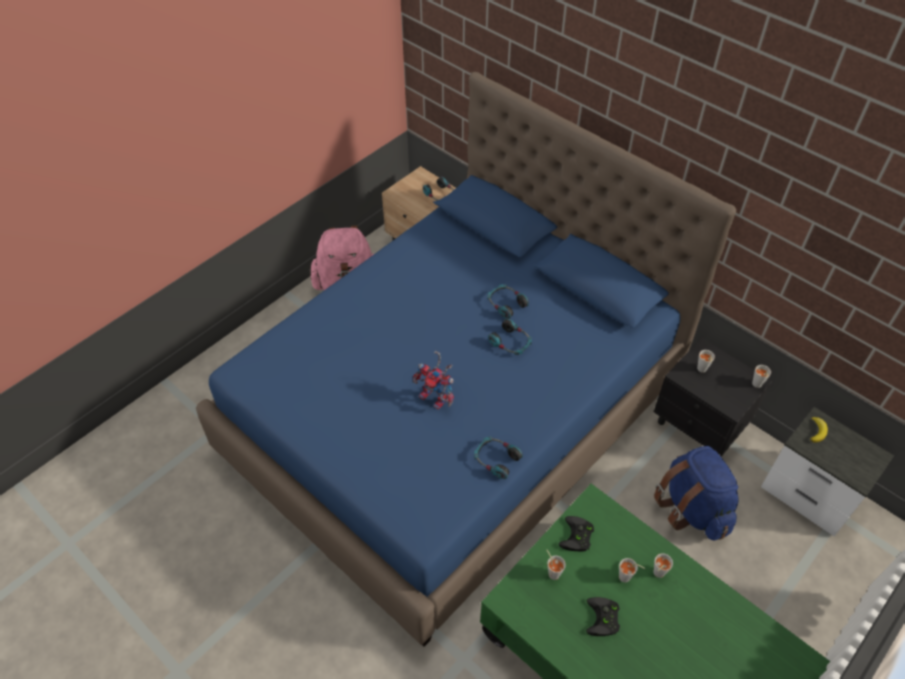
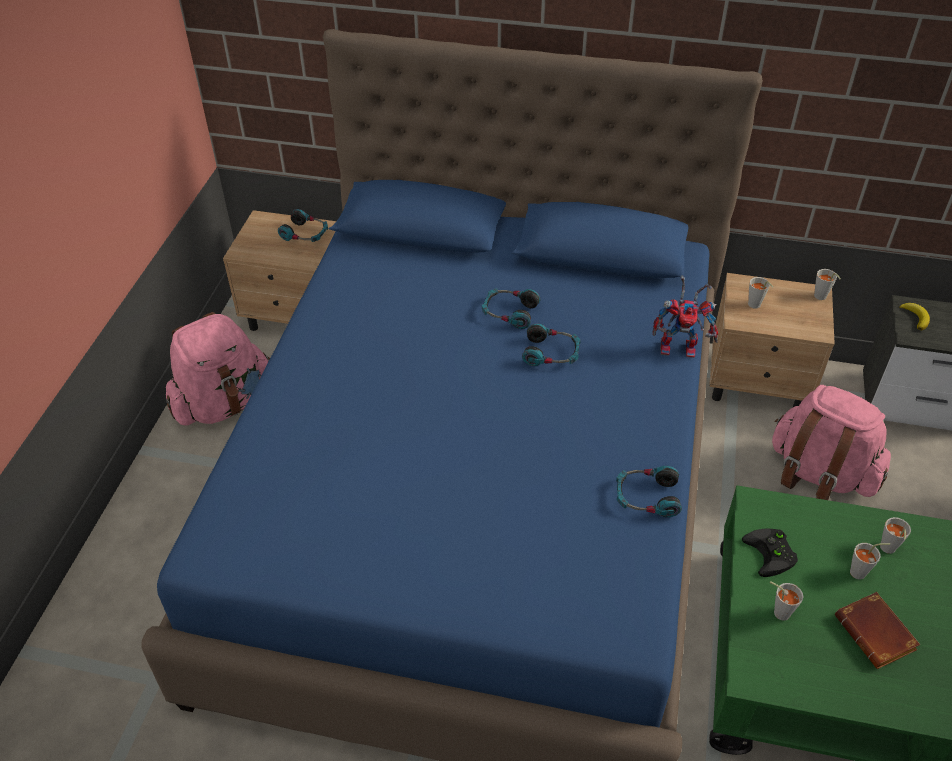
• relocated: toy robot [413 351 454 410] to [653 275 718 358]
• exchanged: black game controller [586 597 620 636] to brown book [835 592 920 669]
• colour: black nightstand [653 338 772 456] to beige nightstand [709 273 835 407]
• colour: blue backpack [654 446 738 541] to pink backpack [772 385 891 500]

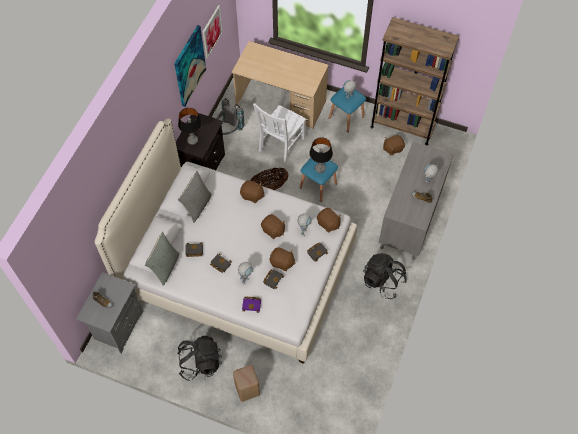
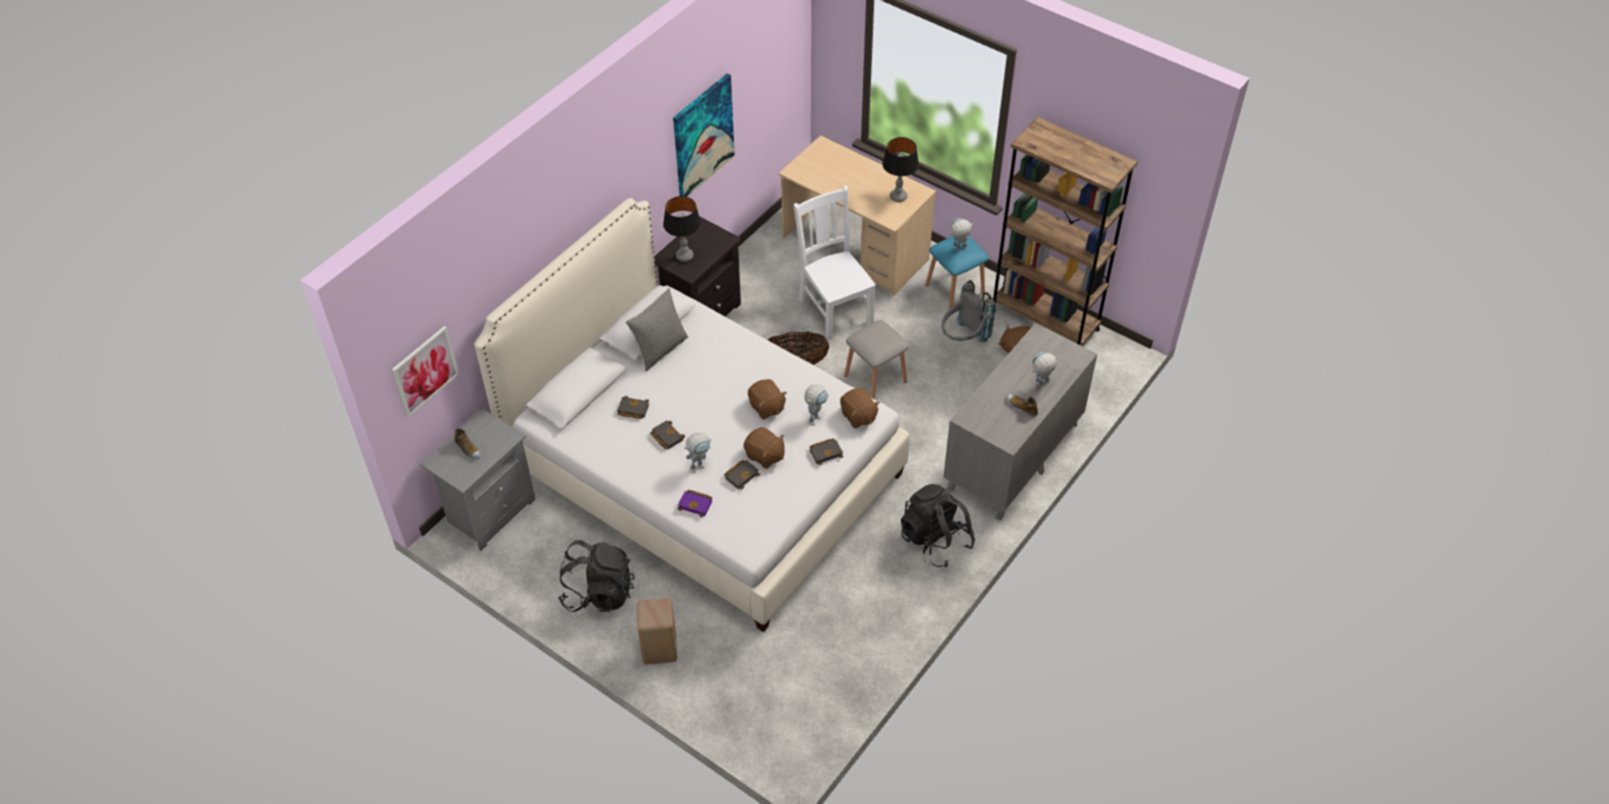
• missing: grey pillow [145 232 179 286]
• missing: brown plush toy [240 180 265 203]
• relocated: picture [202 5 223 59] to [392 326 459 417]
• relocated: grey backpack [216 98 245 135] to [942 280 996 342]
• relocated: table lamp [309 137 333 173] to [882 137 919 202]
• colour: blue stool [300 158 338 202] to grey stool [844 320 909 399]
• spun: white chair [253 103 306 165] = [793 185 876 341] 105 degrees clockwise

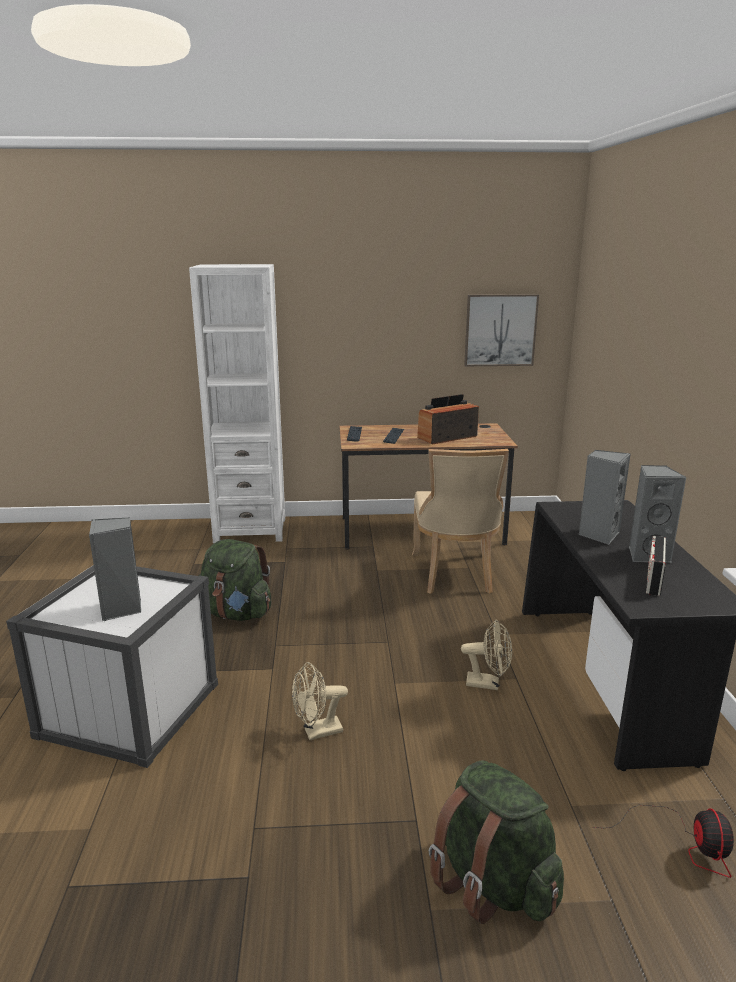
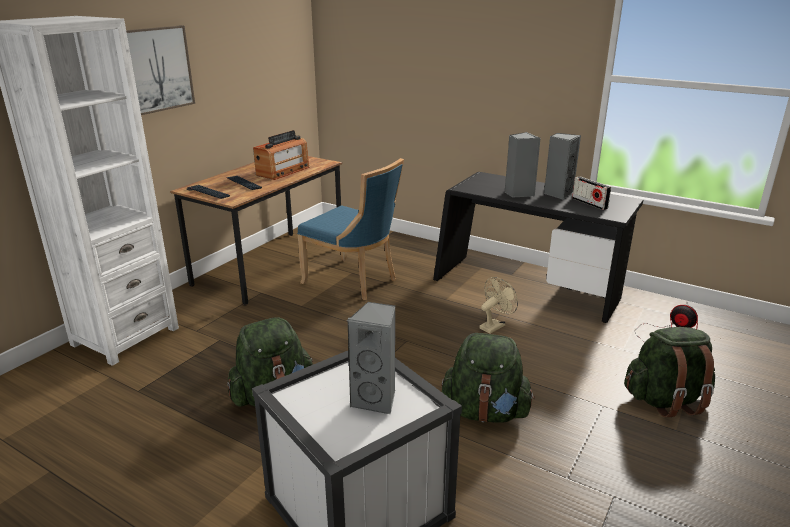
• relocated: picture [464 294 539 366] to [126 25 195 115]
• exchanged: beige fan [292 662 348 740] to green backpack [441 333 535 423]
• colour: beige chair [412 449 509 594] to blue chair [297 158 404 300]
• spun: radio [417 394 479 444] = [253 130 309 180] 150 degrees counterclockwise

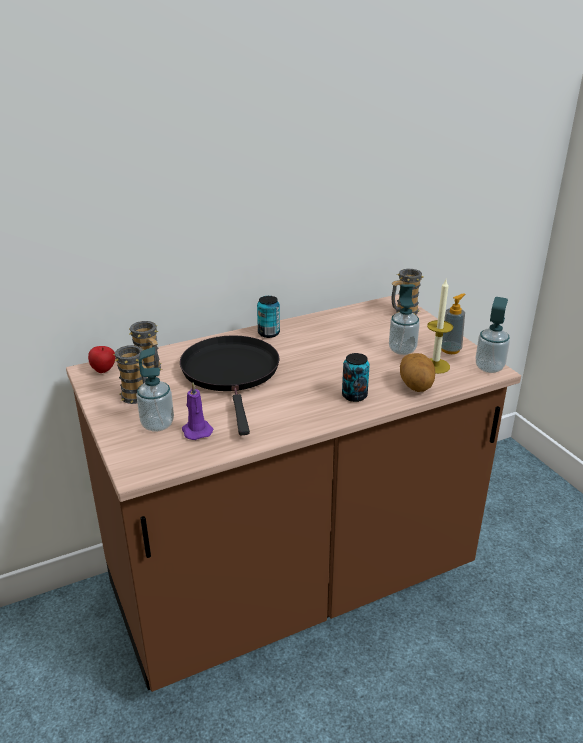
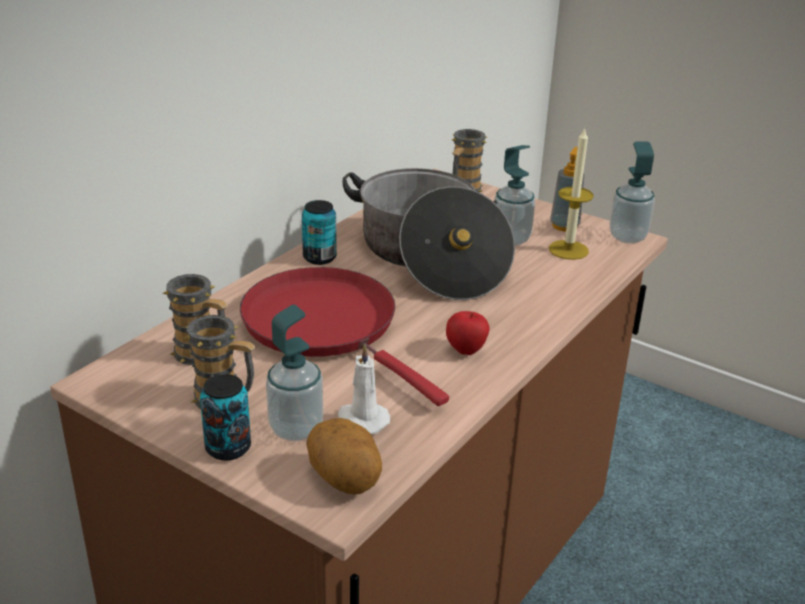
• appeared: cooking pot [343 168 515 300]
• relocated: apple [88 346 115 373] to [446 311 490 355]
• relocated: can [342 353 370 402] to [200 374 251 461]
• relocated: potato [400 353 435 392] to [306 418 382 495]
• colour: black frying pan [180 335 280 435] to red frying pan [240 267 449 406]
• colour: purple candle [182 383 213 440] to white candle [338 343 390 435]

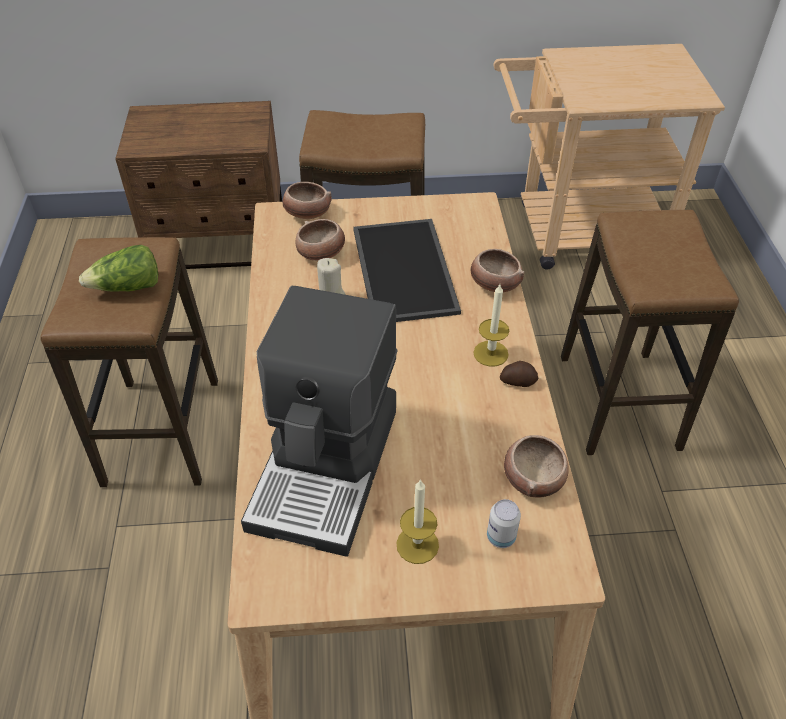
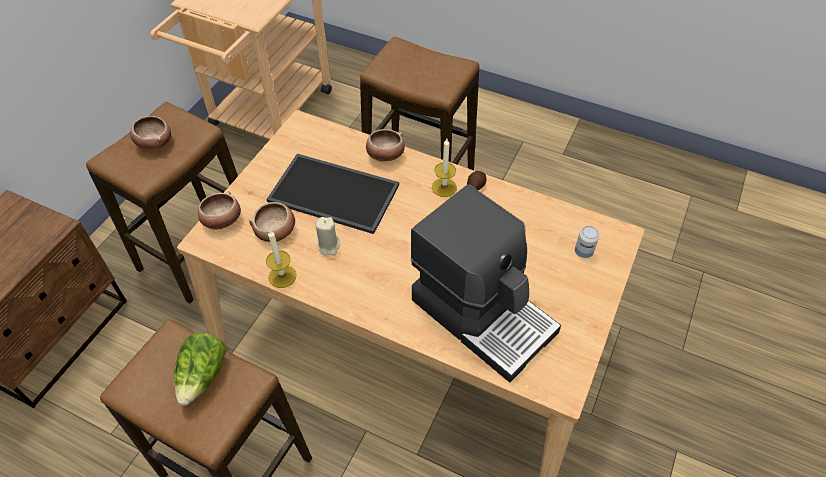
• relocated: candle [396 479 439 564] to [266 230 296 288]
• relocated: bowl [504 435 569 497] to [130 116 171 150]

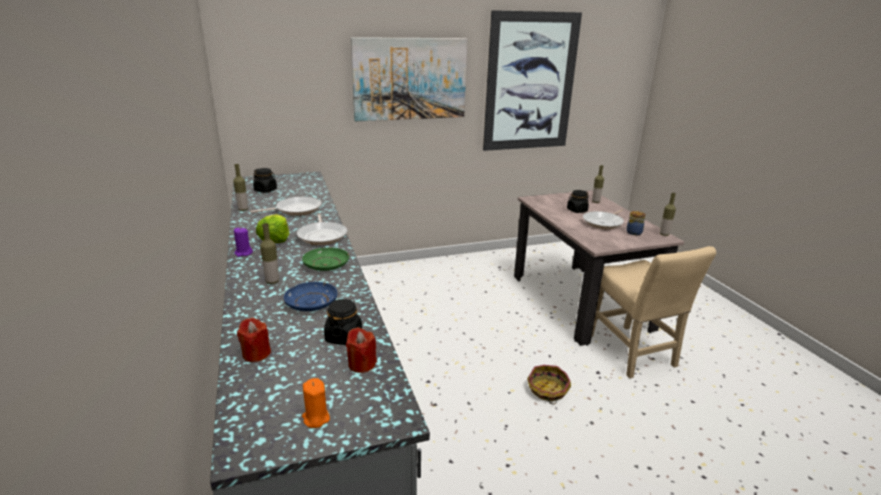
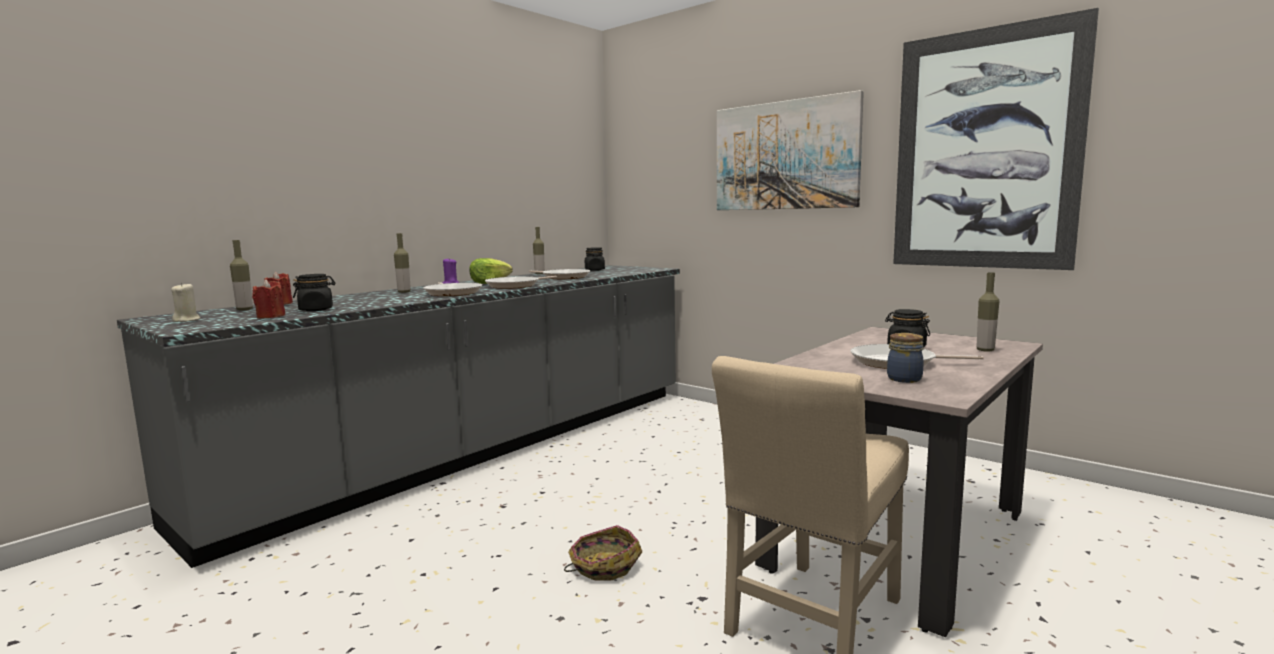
• missing: blue plate [284 282 338 311]
• relocated: bottle [660 193 676 236] to [230 240 253 310]
• exchanged: green plate [302 248 349 271] to frying pan [423 282 482 296]
• colour: orange candle [302 378 330 428] to beige candle [171 283 200 322]

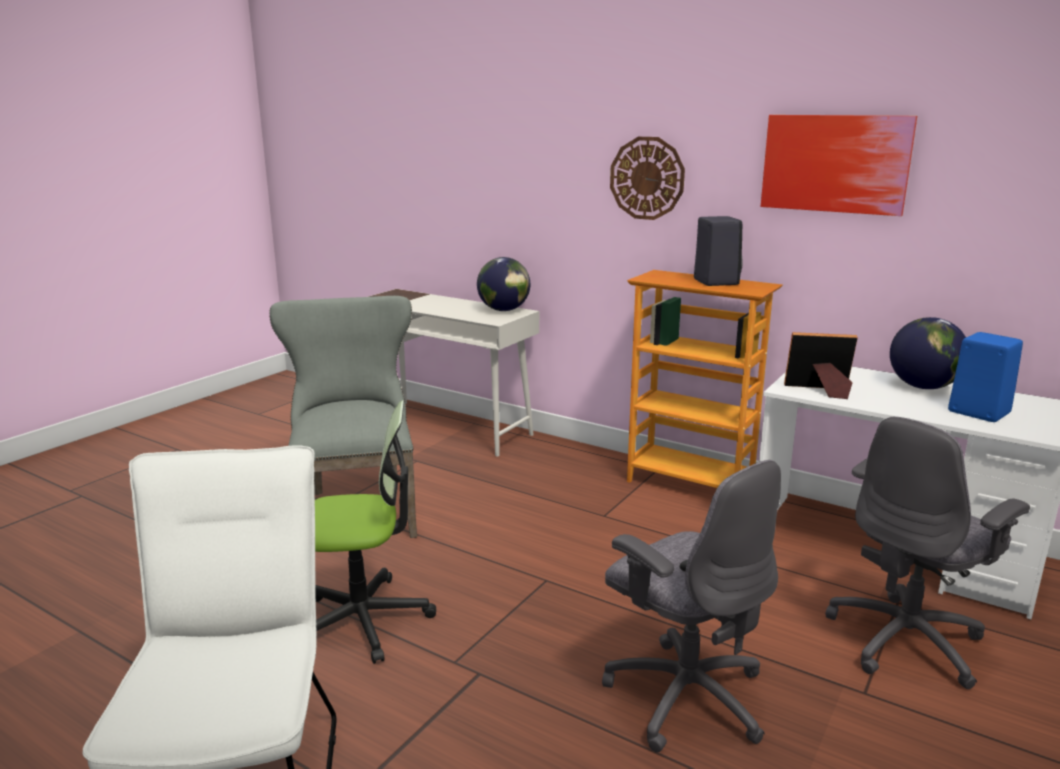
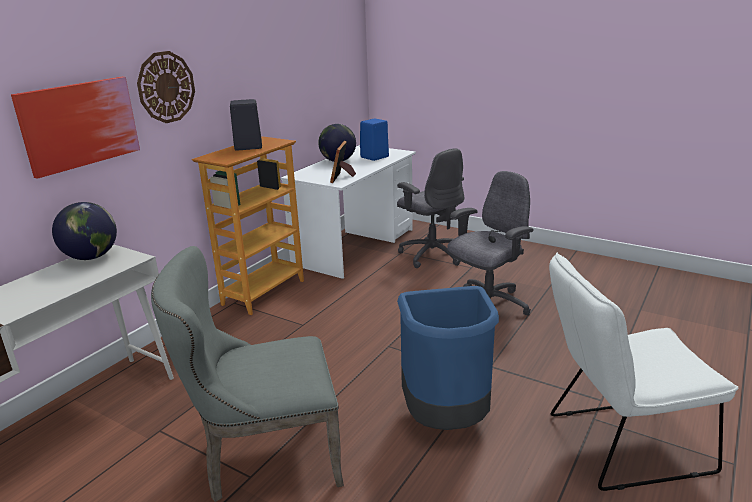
• relocated: picture [761 115 917 216] to [11 77 140 179]
• exchanged: office chair [315 400 436 664] to blue trash can [397 286 499 430]

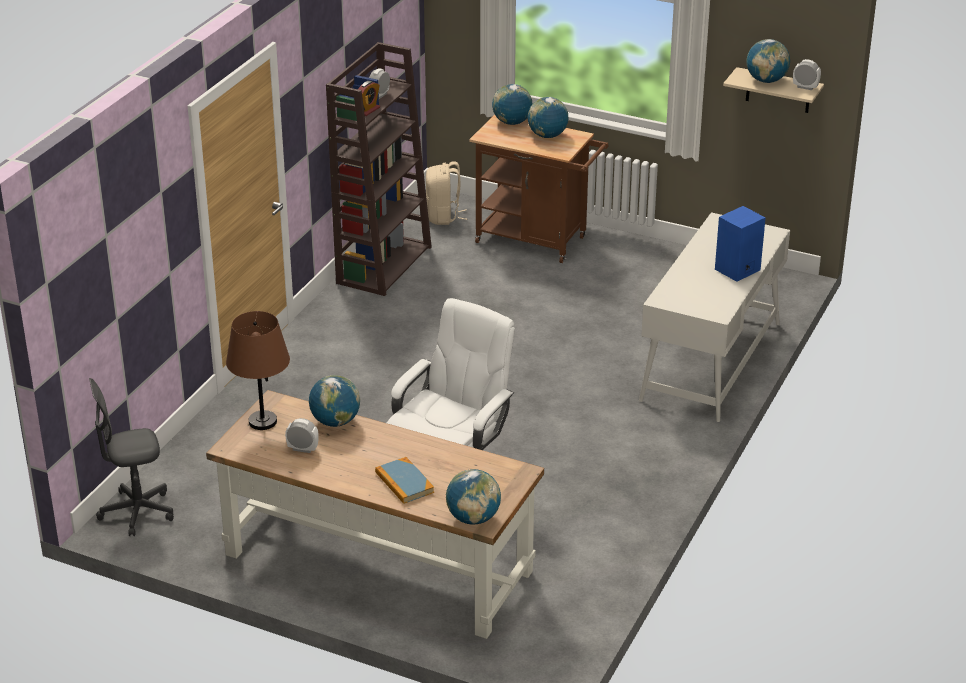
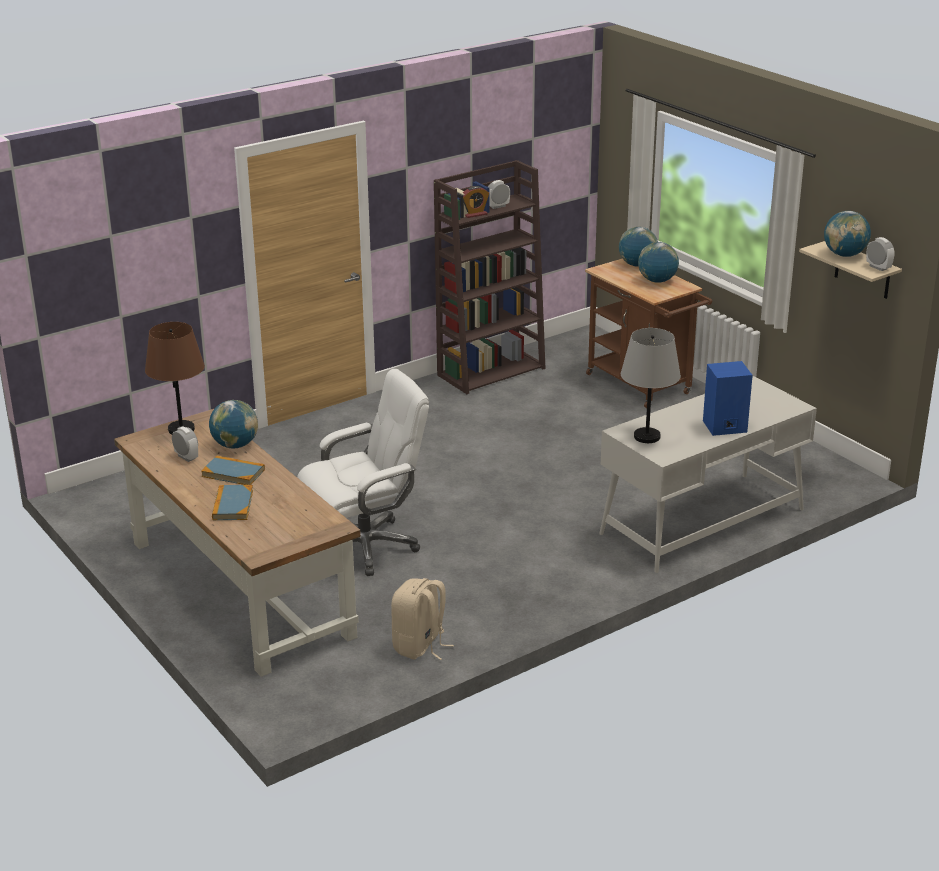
• missing: grey office chair [89 378 174 536]
• missing: globe [446 469 501 524]
• appeared: book [201 455 265 485]
• appeared: grey table lamp [621 328 681 443]
• relocated: beige backpack [426 161 467 225] to [391 578 454 660]

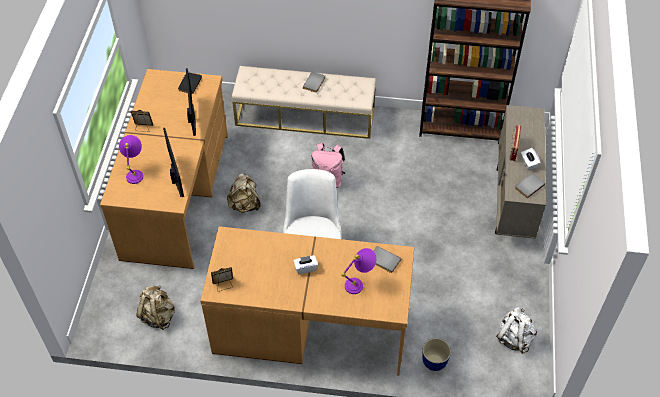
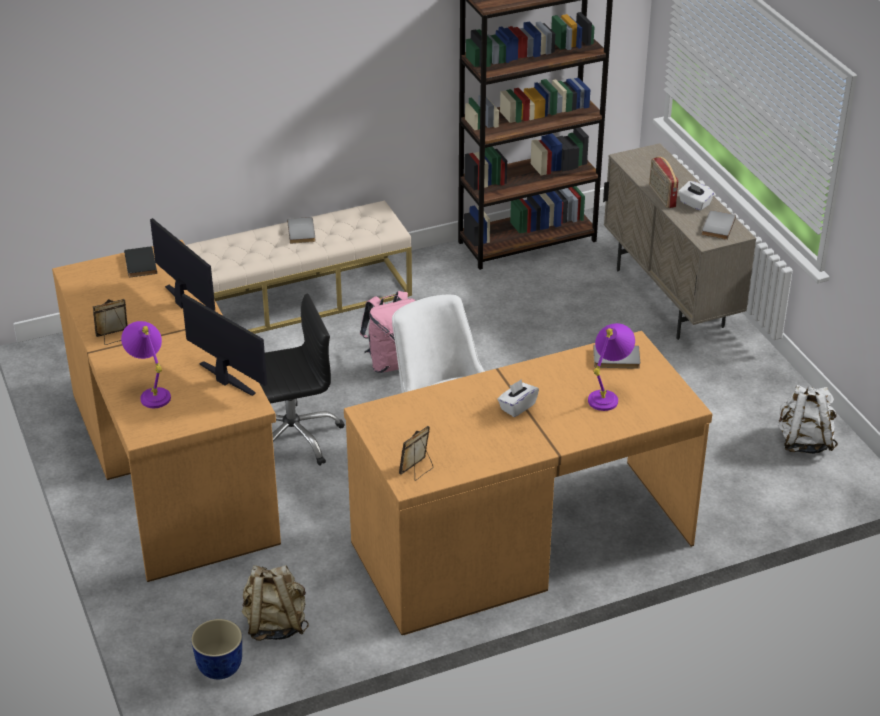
• relocated: planter [422 338 451 371] to [191 619 242 679]
• exchanged: beige backpack [227 173 260 213] to black office chair [259 293 345 466]

